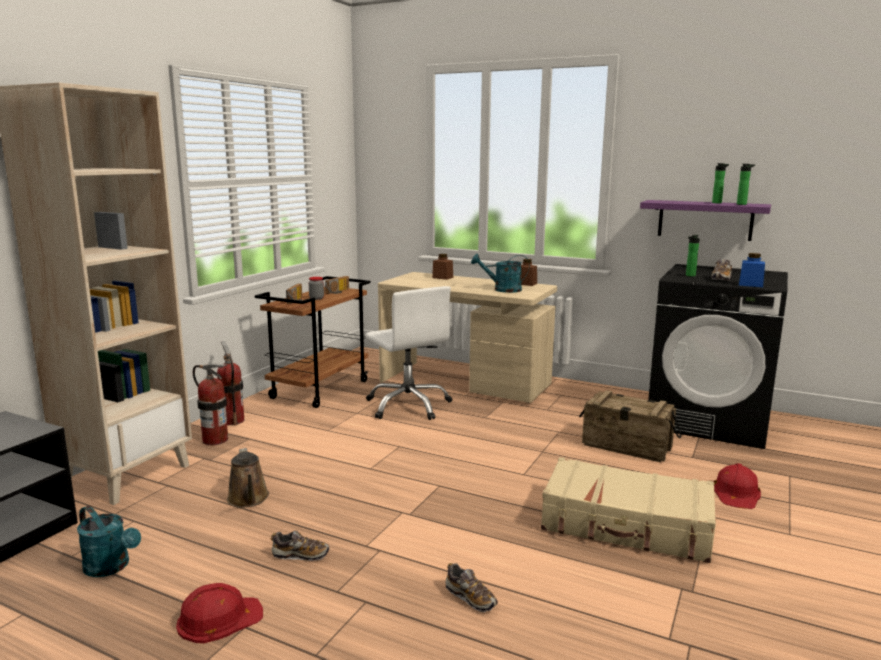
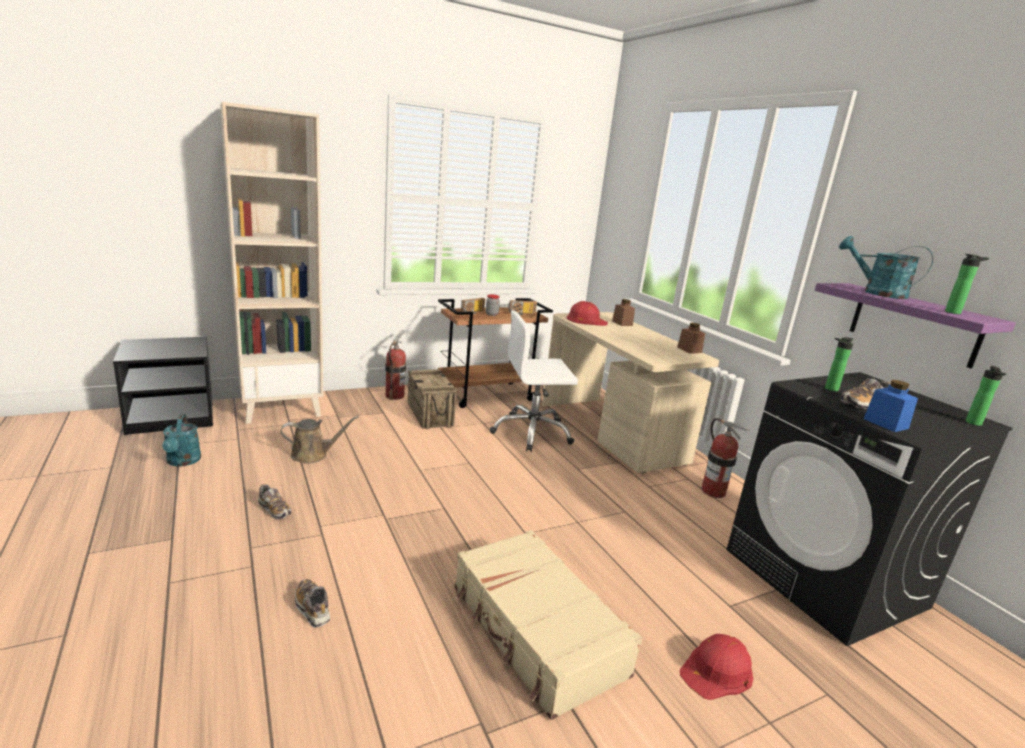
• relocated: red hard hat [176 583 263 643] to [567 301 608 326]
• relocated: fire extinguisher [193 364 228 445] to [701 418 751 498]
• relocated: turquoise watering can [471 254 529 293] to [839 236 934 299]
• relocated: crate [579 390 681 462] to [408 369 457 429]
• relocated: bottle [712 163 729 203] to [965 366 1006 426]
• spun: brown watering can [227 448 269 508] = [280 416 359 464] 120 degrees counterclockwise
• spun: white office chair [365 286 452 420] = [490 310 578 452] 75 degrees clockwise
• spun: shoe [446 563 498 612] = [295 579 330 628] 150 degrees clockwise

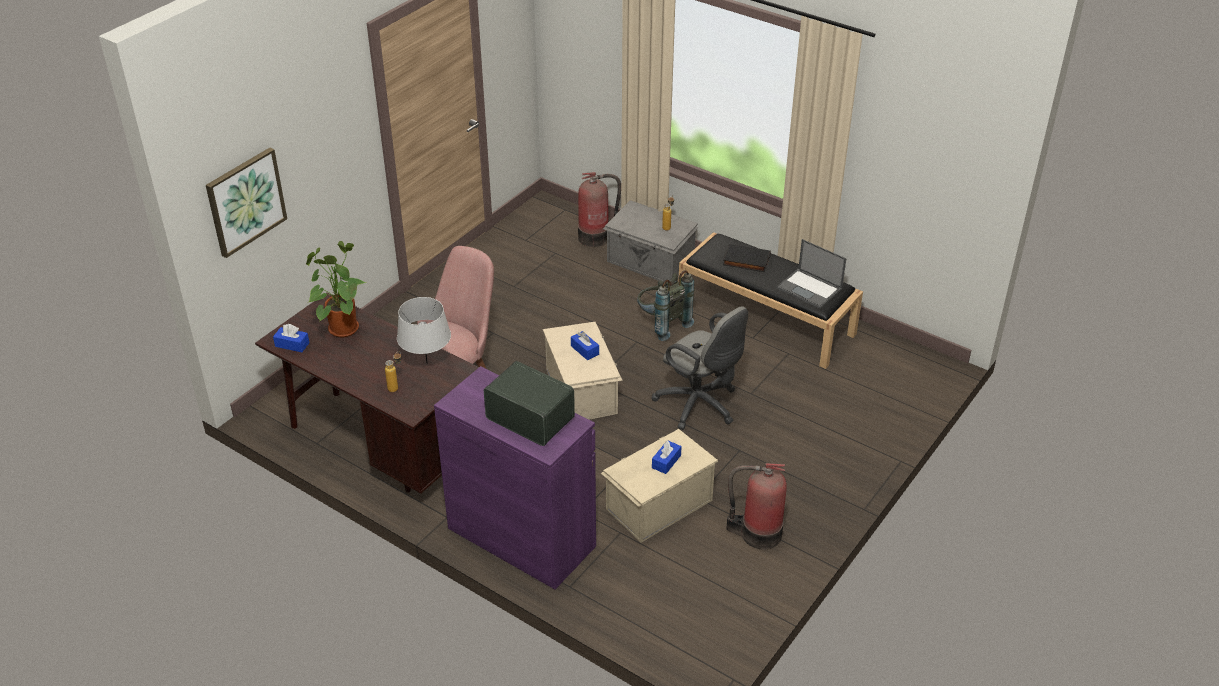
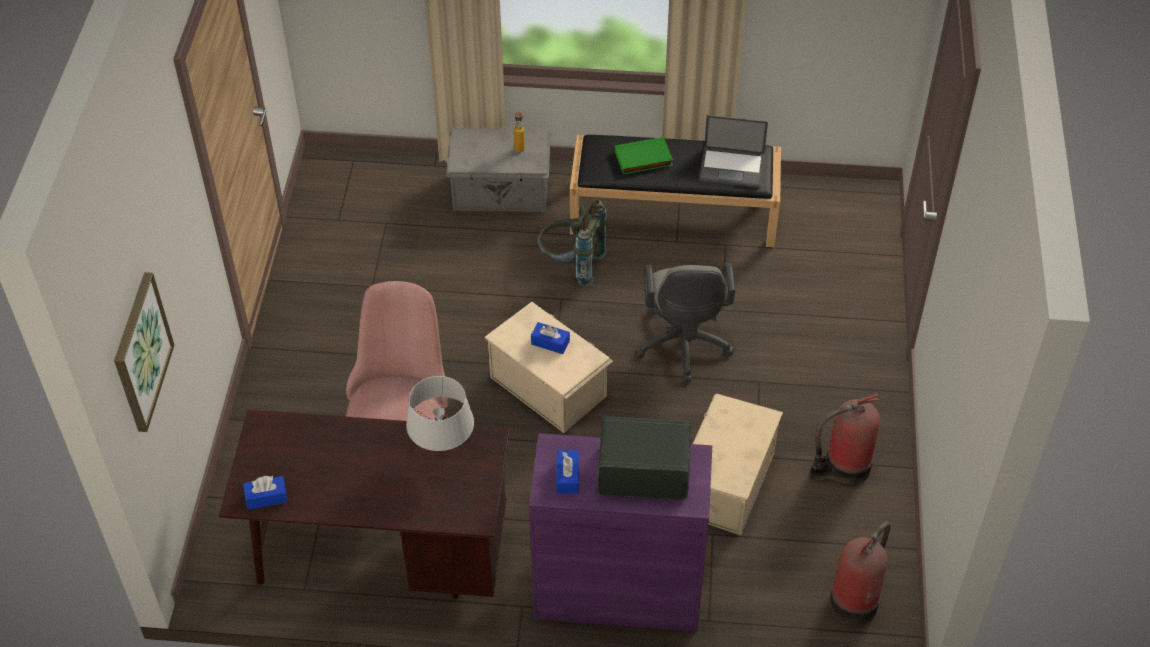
• missing: potted plant [306 241 366 337]
• missing: bottle [385 352 401 392]
• relocated: fire extinguisher [578 172 621 247] to [829 522 890 626]
• relocated: blue tissue box [652 440 682 474] to [556 450 579 493]
• colour: black book [723 244 771 272] to green book [614 137 673 175]
• spun: grey office chair [651 306 748 430] = [635 262 735 383] 75 degrees clockwise

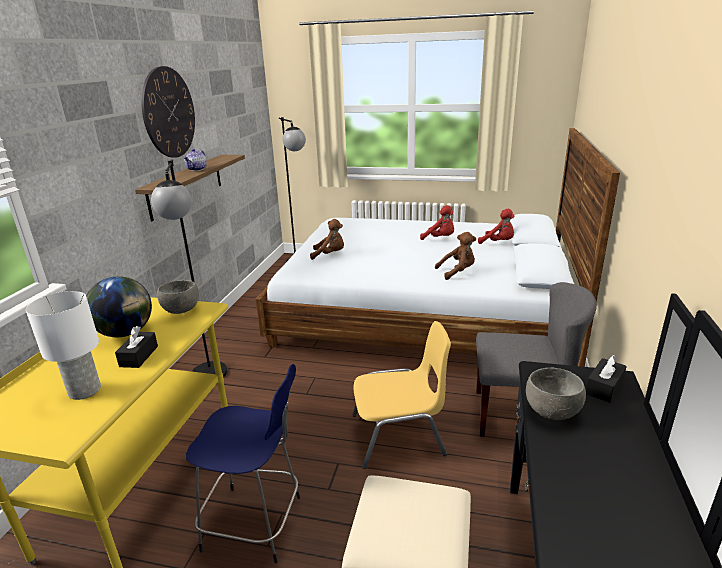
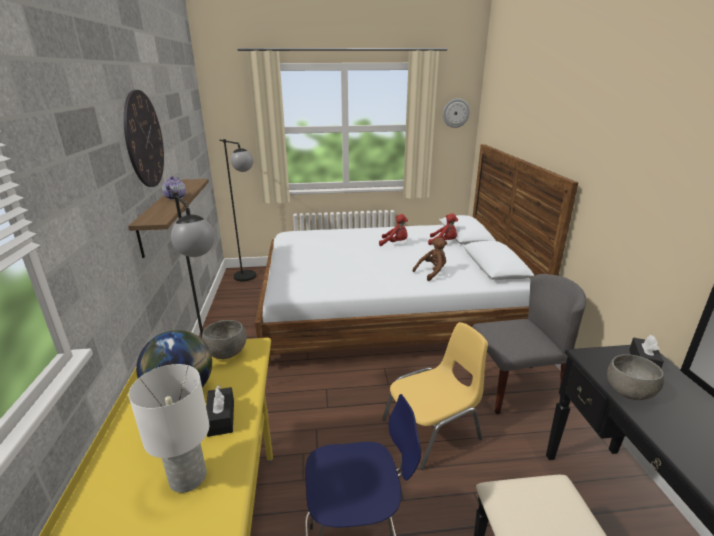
• missing: brown plush toy [310 219 344 260]
• appeared: wall clock [443 98 470 128]

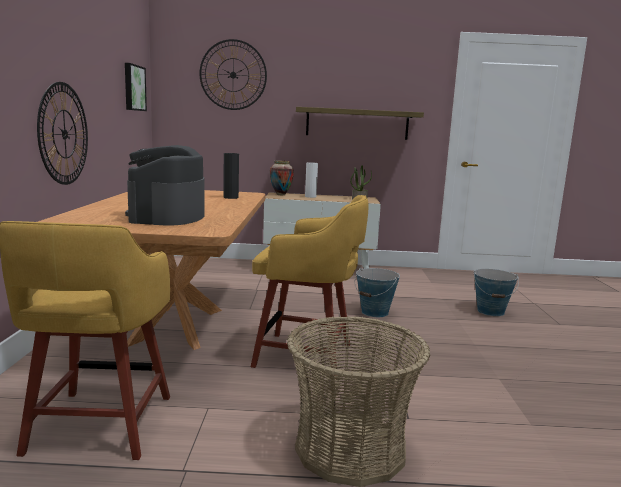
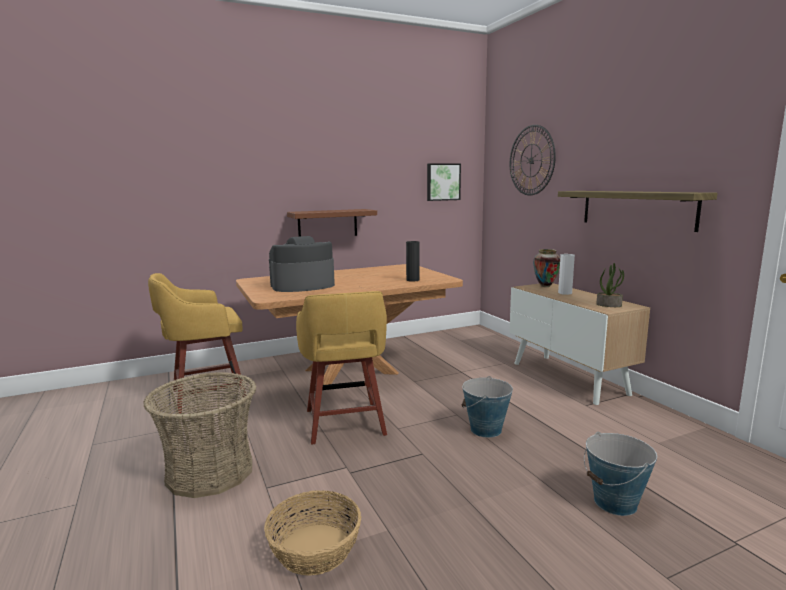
• appeared: basket [264 491 361 576]
• exchanged: wall clock [37 82 88 185] to brown shelf [287 209 377 237]

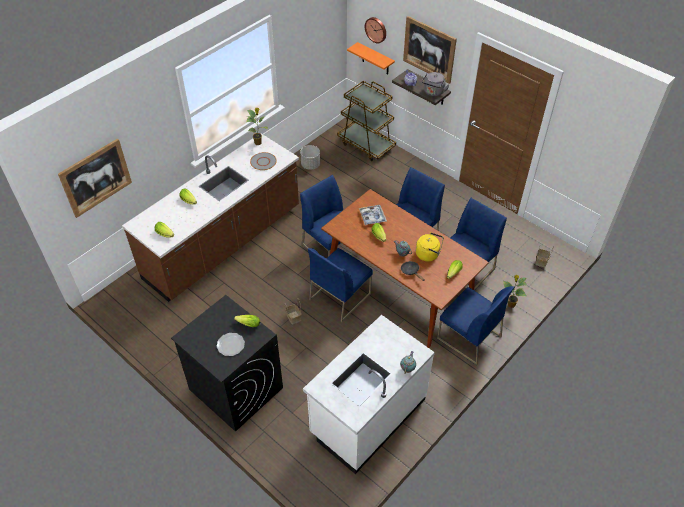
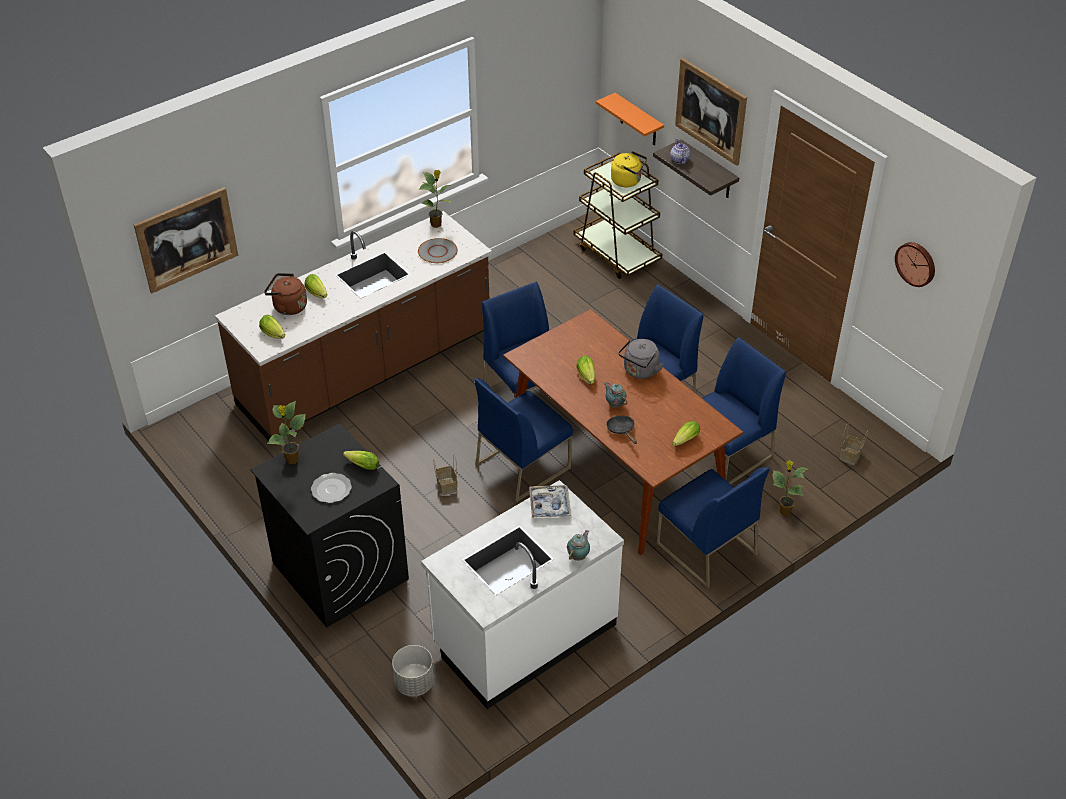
• appeared: brown kettle [264 273 307 315]
• appeared: potted plant [267 401 306 464]
• relocated: grey planter [300 145 320 170] to [392 645 434 697]
• relocated: tray [359 205 387 225] to [529 485 571 518]
• relocated: wall clock [365 17 386 43] to [895 242 935 287]
• relocated: yellow kettle [416 232 444 261] to [611 151 647 187]
• relocated: grey kettle [422 72 449 96] to [618 339 664 379]

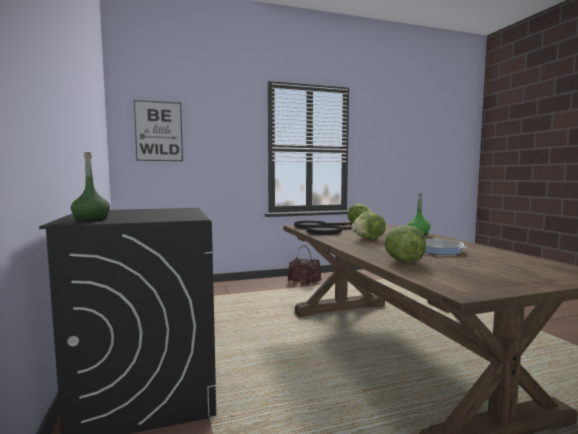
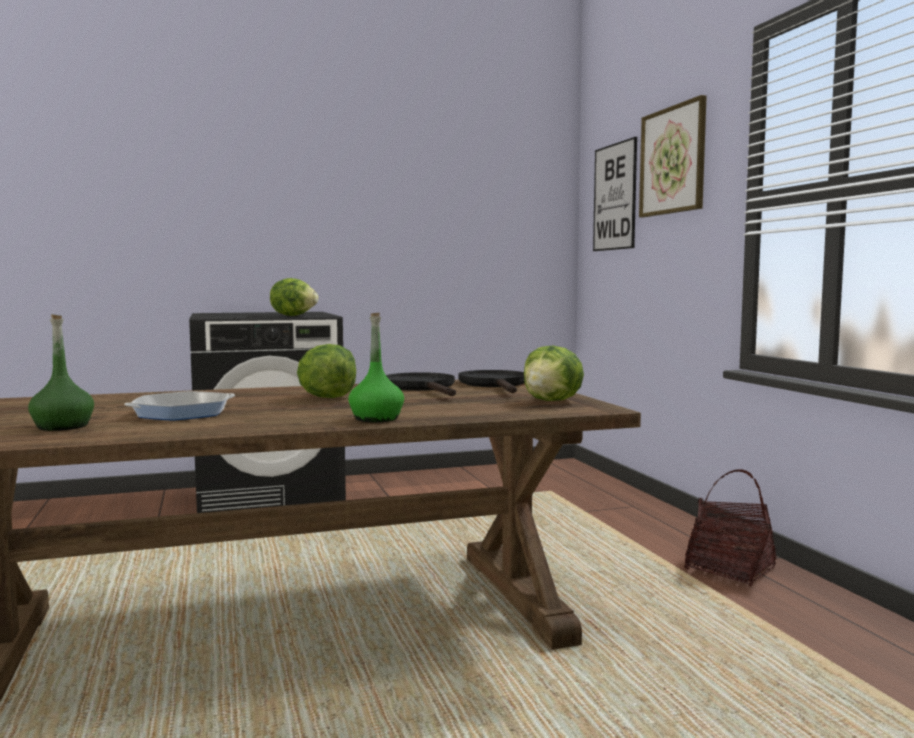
• appeared: picture [639 95 707 217]
• relocated: green bottle [71 152 110 222] to [28 314 94 431]
• relocated: lettuce [384 225 426 262] to [270 278 319 316]

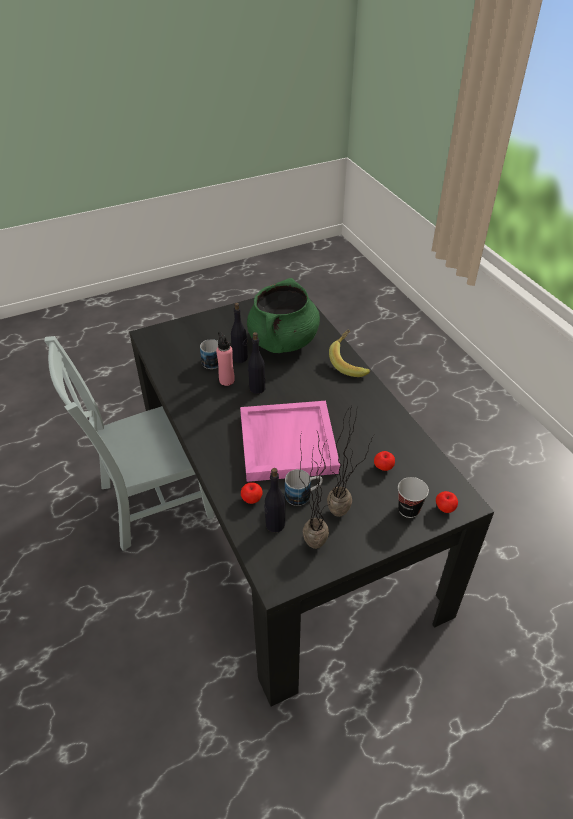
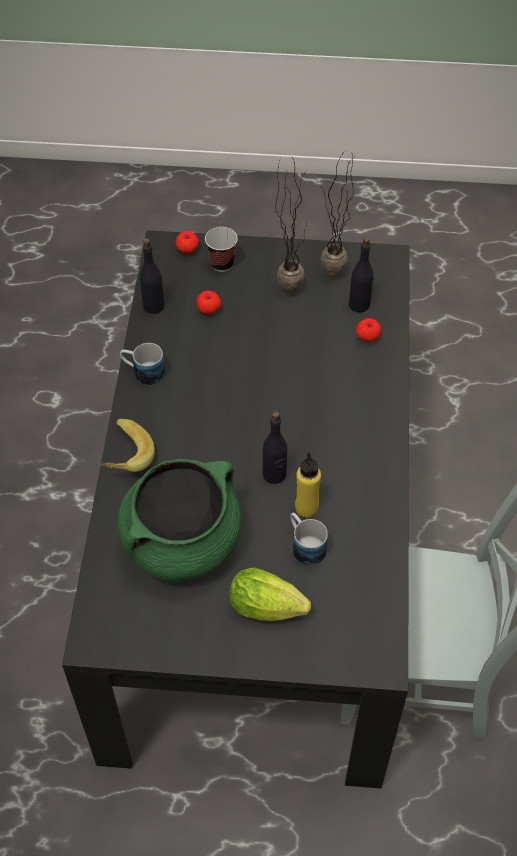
• missing: pink tray [240 401 340 482]
• appeared: lettuce [229 567 311 621]
• relocated: black bottle [231 303 248 363] to [140 238 165 314]
• relocated: mug [285 469 323 506] to [120 343 165 386]
• colour: pink bottle [216 332 235 386] to yellow bottle [295 452 321 518]

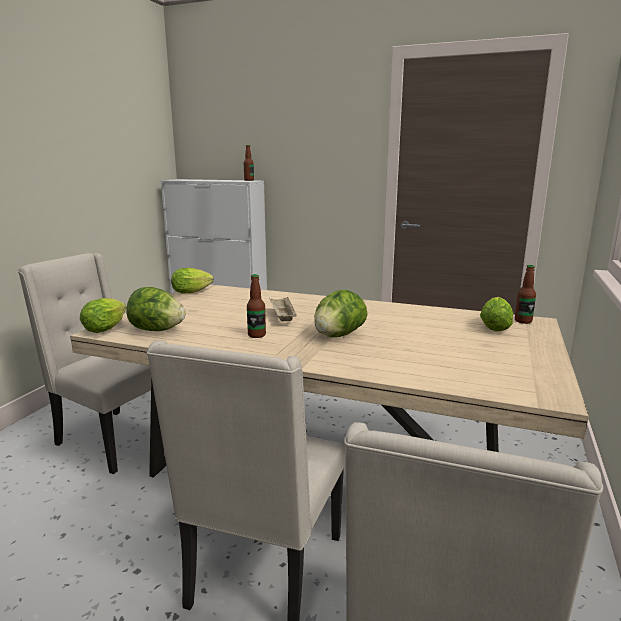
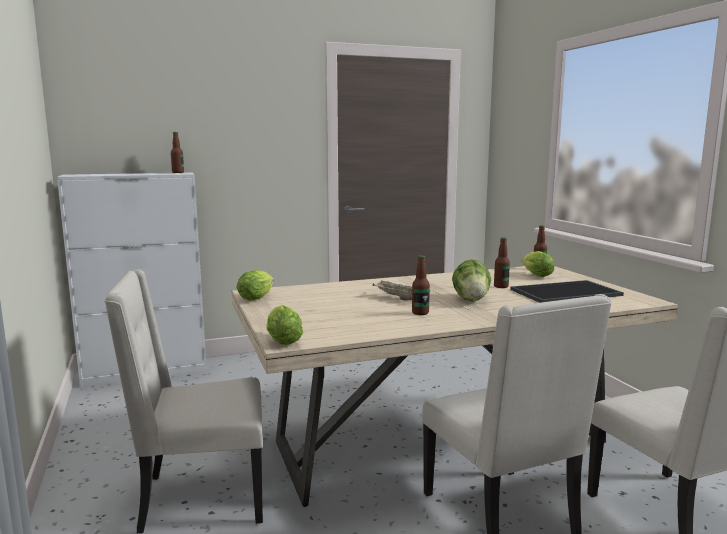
• missing: lettuce [126 287 186 331]
• appeared: bottle [494 237 510 288]
• appeared: tray [510 280 624 303]

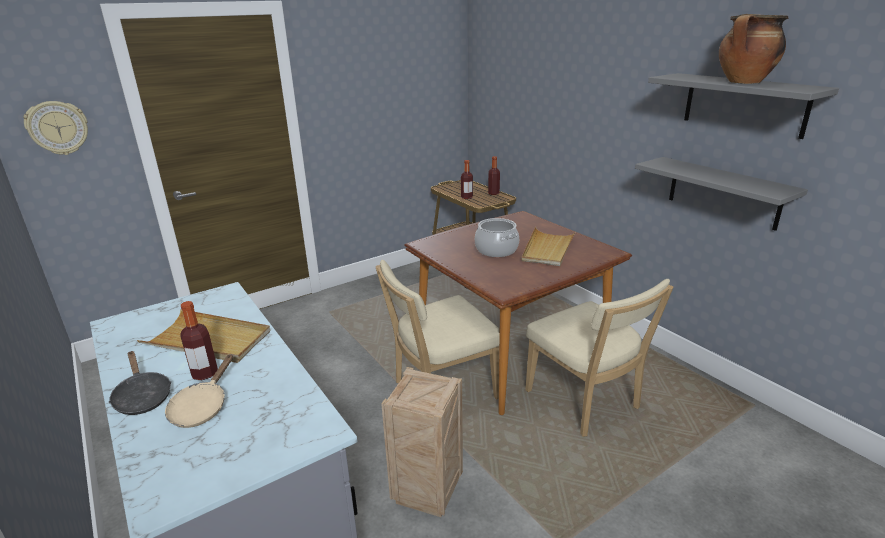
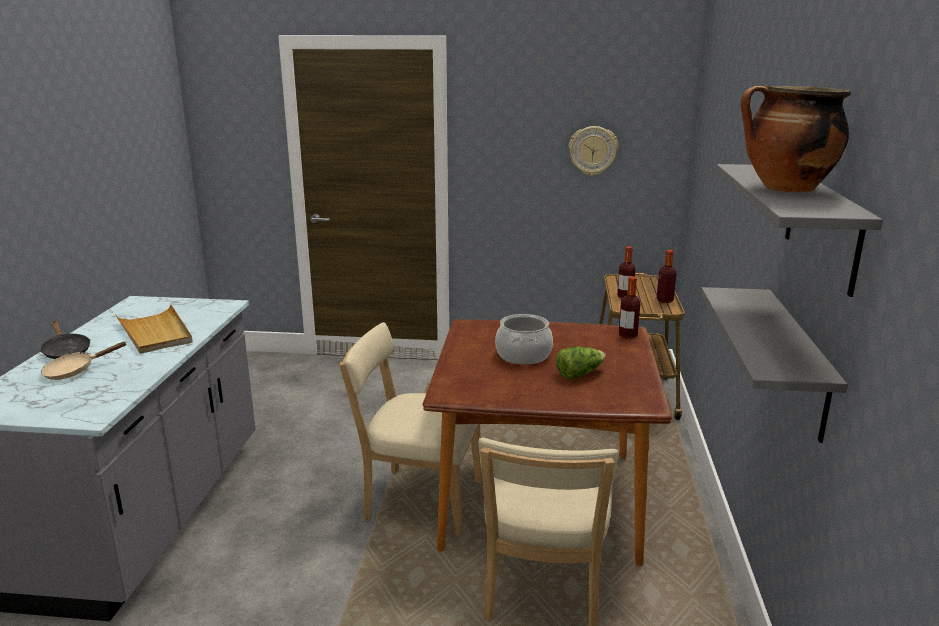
• missing: crate [381 367 463 517]
• relocated: wall clock [23 101 88 155] to [569 126 618 176]
• relocated: bottle [180 301 218 380] to [619 276 640 338]
• exchanged: beige tray [522 227 576 266] to lettuce [556 347 606 379]
• spun: black frying pan [109 351 171 415] = [40 321 91 359] 45 degrees counterclockwise

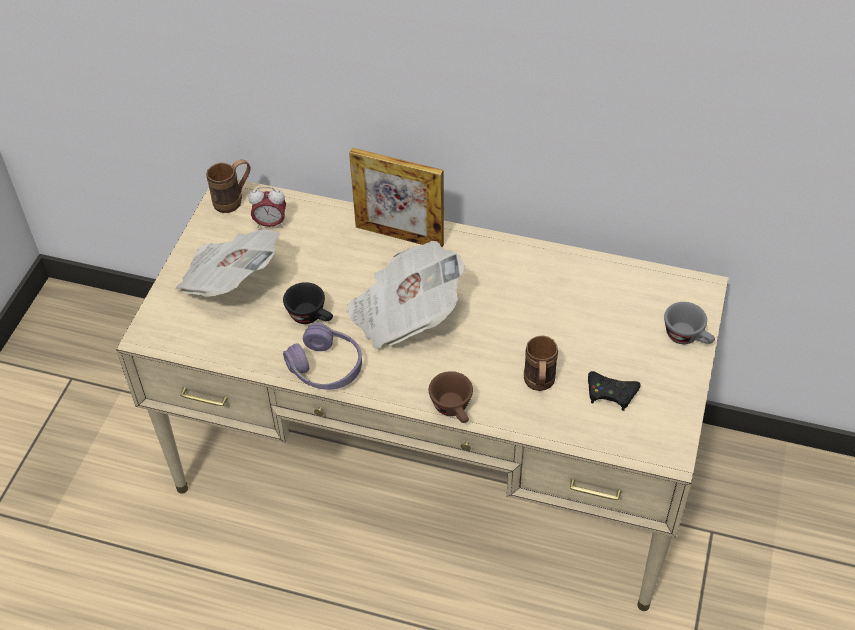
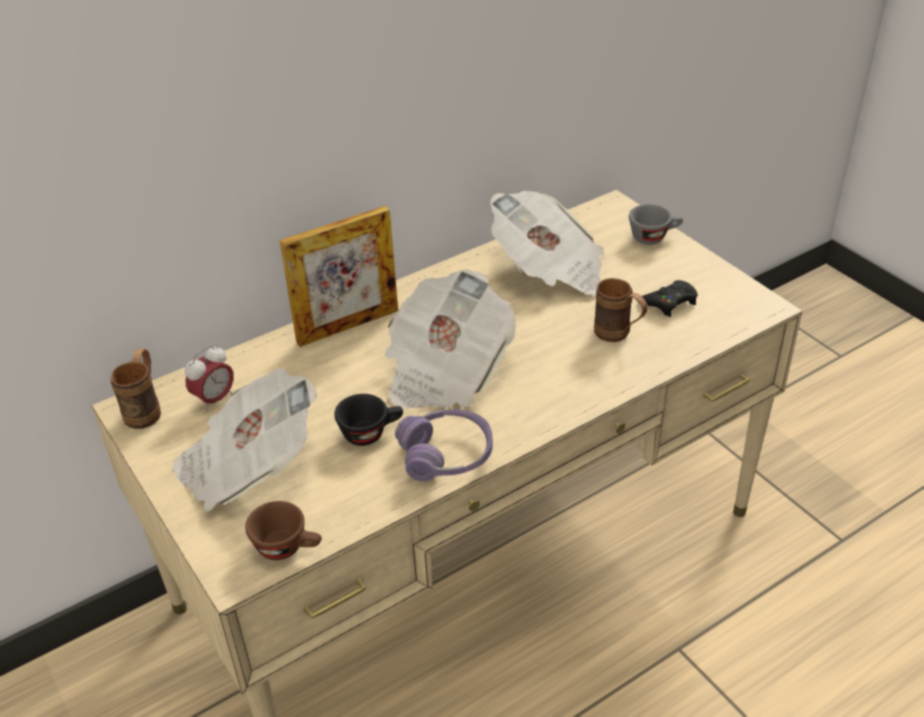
• appeared: newspaper [490 191 604 296]
• relocated: brown cup [429 371 473 423] to [245 501 322 560]

